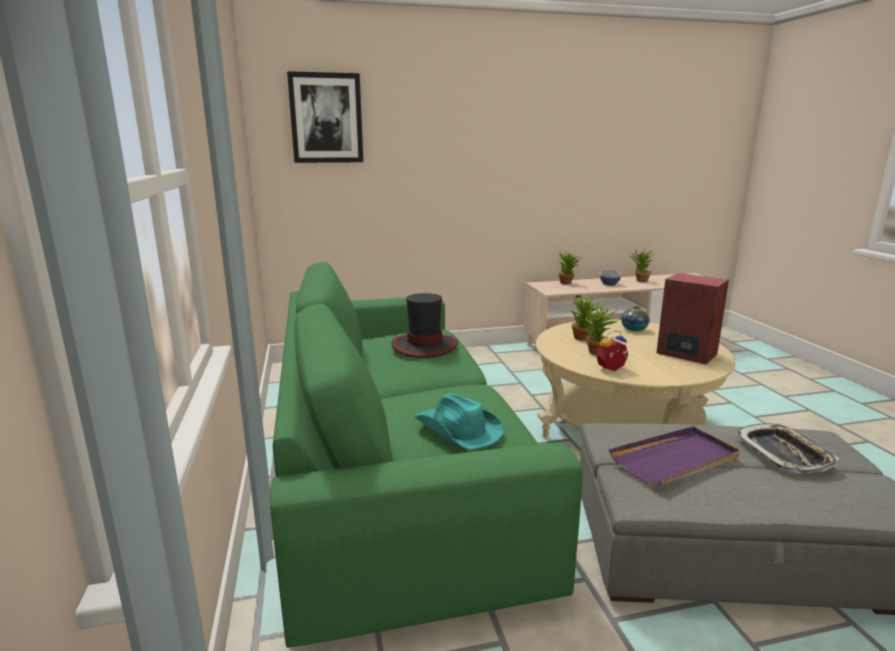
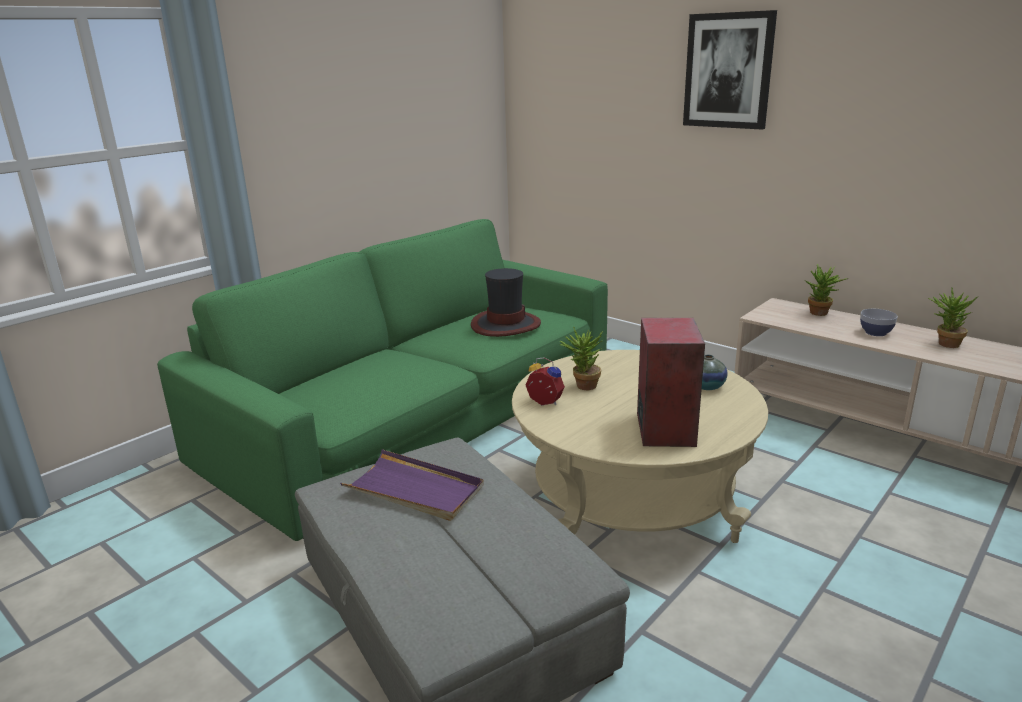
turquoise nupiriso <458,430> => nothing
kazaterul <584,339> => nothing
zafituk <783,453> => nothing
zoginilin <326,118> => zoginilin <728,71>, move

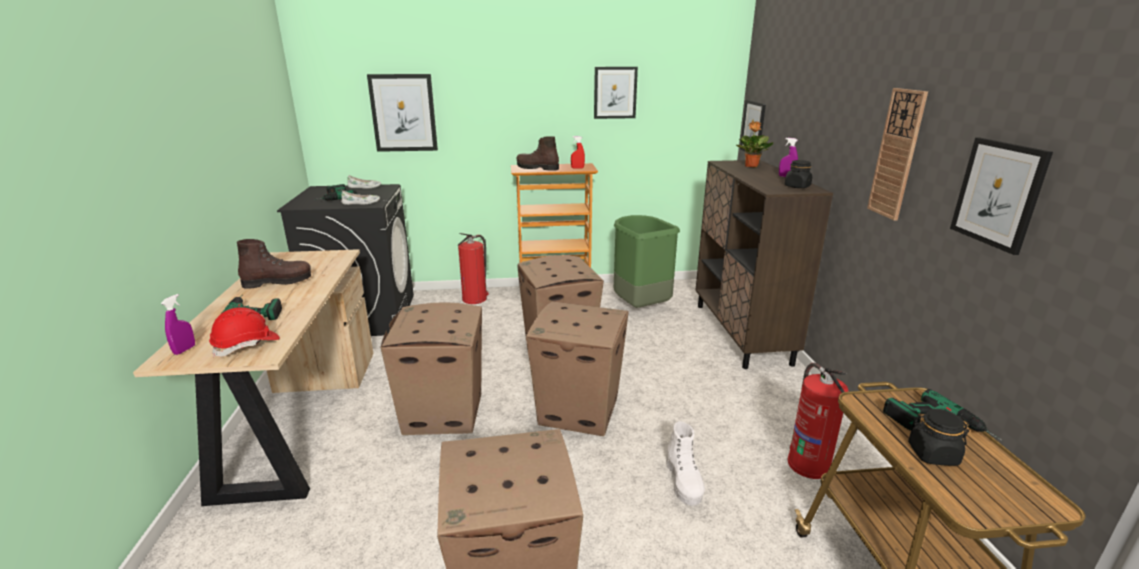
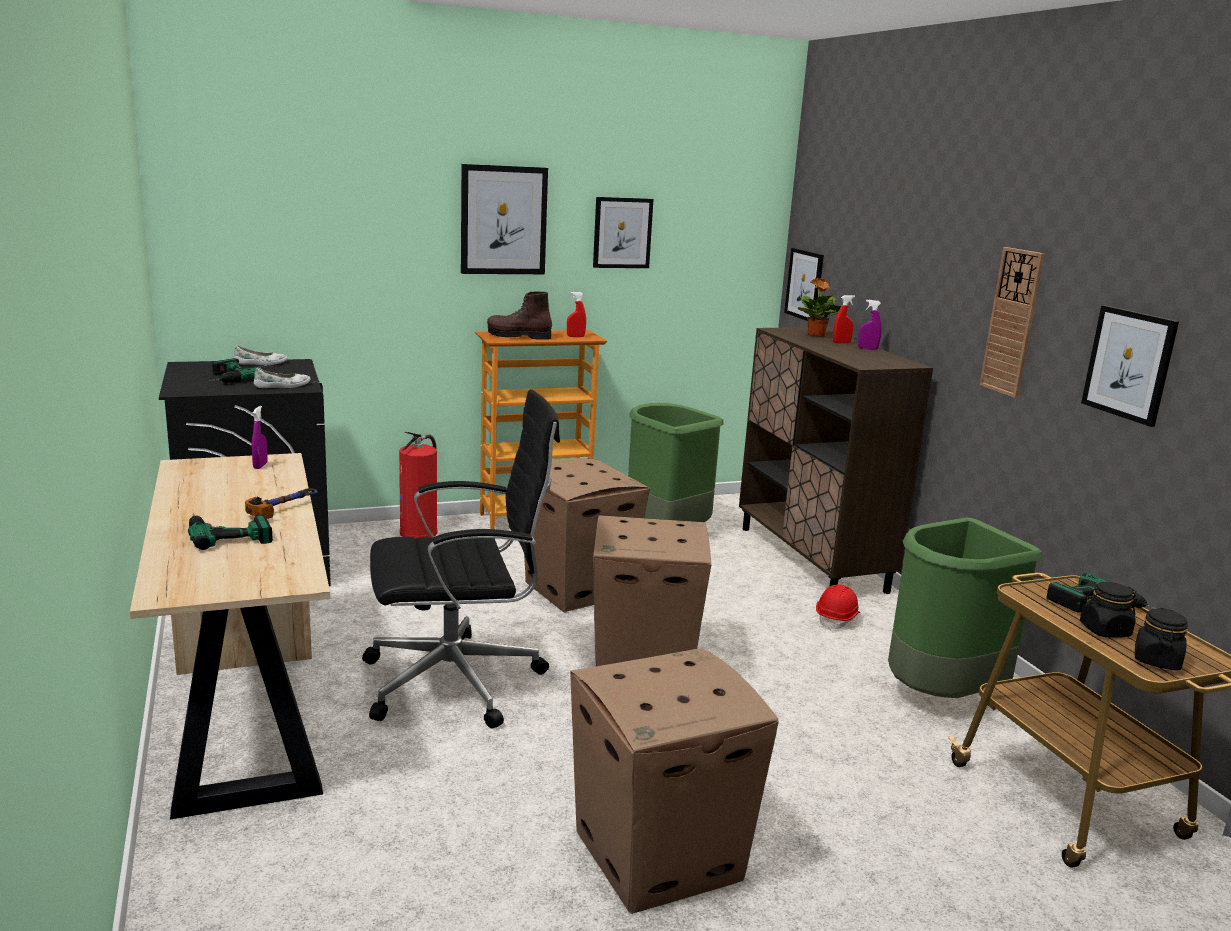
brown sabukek <278,281> => nothing
white sabukek <683,482> => nothing
nothing => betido <283,509>
nothing => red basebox <841,343>
purple basebox <184,350> => purple basebox <260,466>, move
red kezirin <247,345> => red kezirin <837,619>, move
zoginilin <403,113> => zoginilin <503,220>, move
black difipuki <797,186> => black difipuki <1156,660>, move
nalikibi <443,414> => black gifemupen <459,681>
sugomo <807,464> => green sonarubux <941,696>

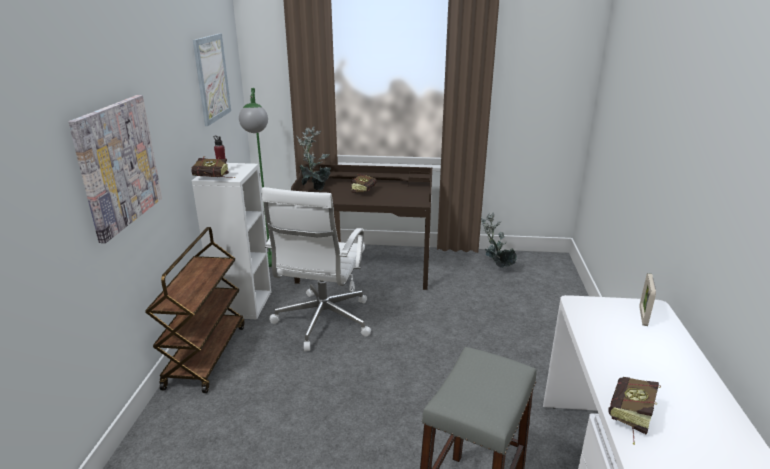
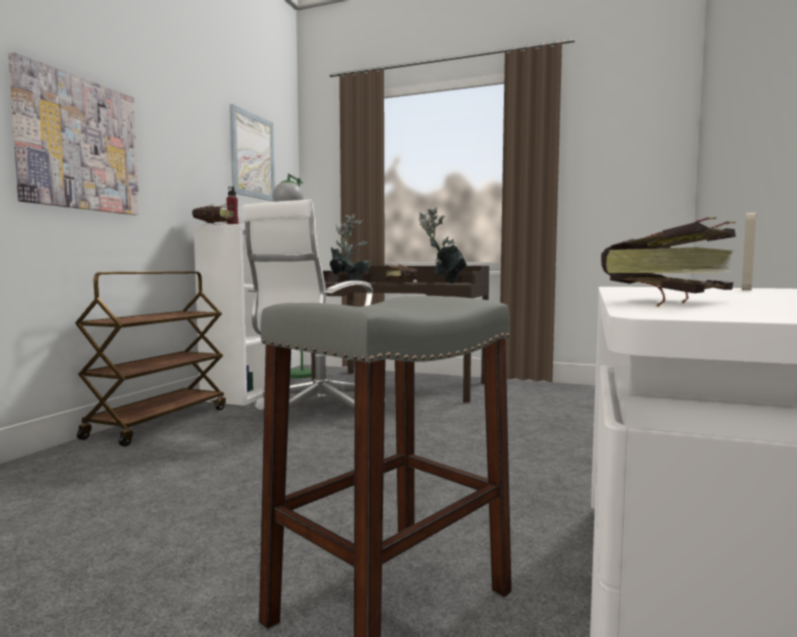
kazaterul <496,267> => kazaterul <443,283>, move

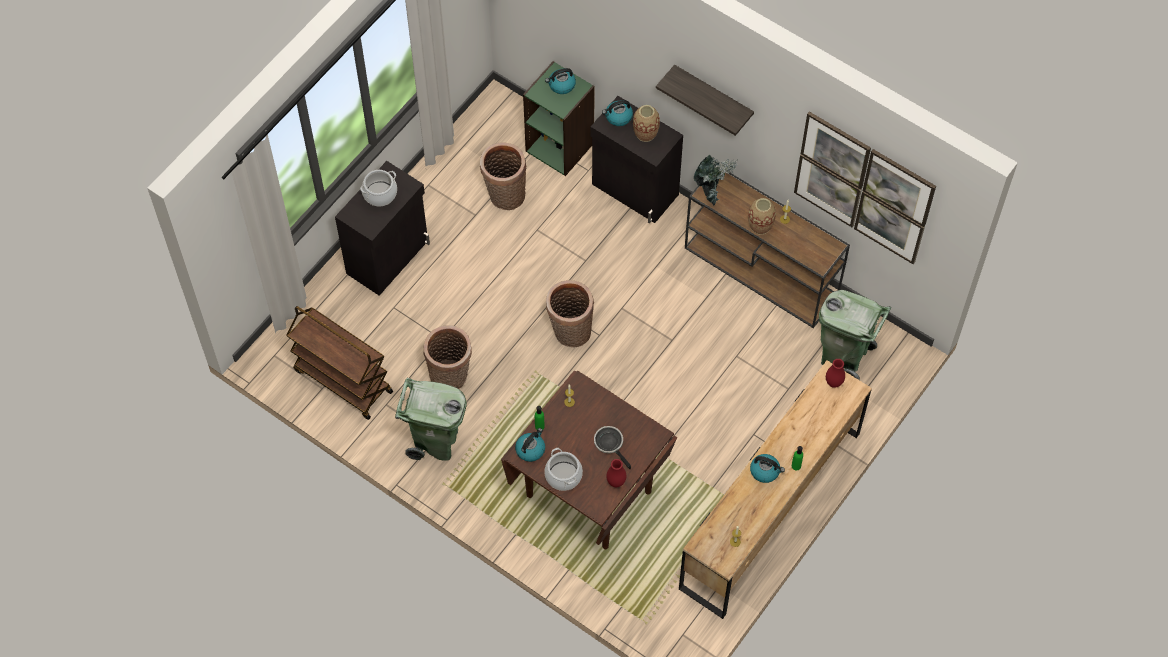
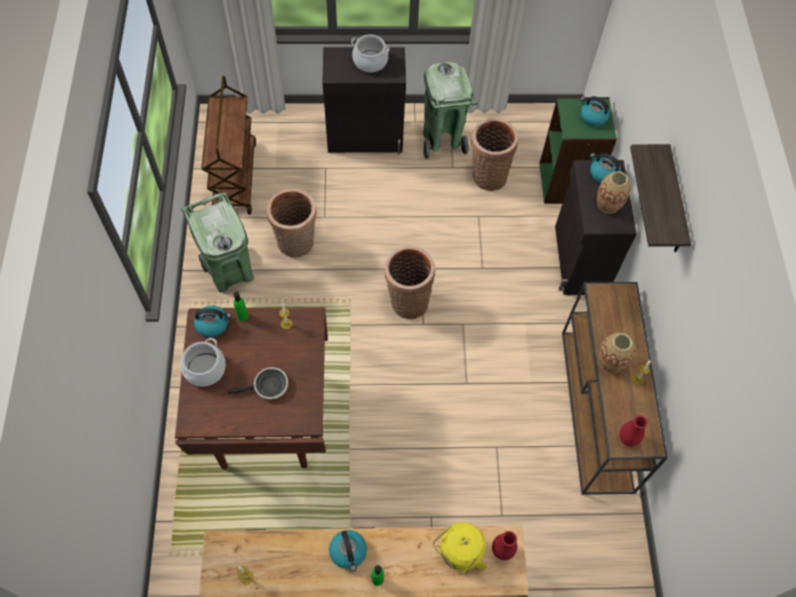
kazaterul <711,191> => nothing
zoginilin <863,187> => nothing
nothing => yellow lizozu <459,553>
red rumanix <616,482> => red rumanix <627,439>, move
green sonarubux <844,356> => green sonarubux <442,140>, move
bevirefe <610,444> => bevirefe <268,387>, 60 degrees clockwise

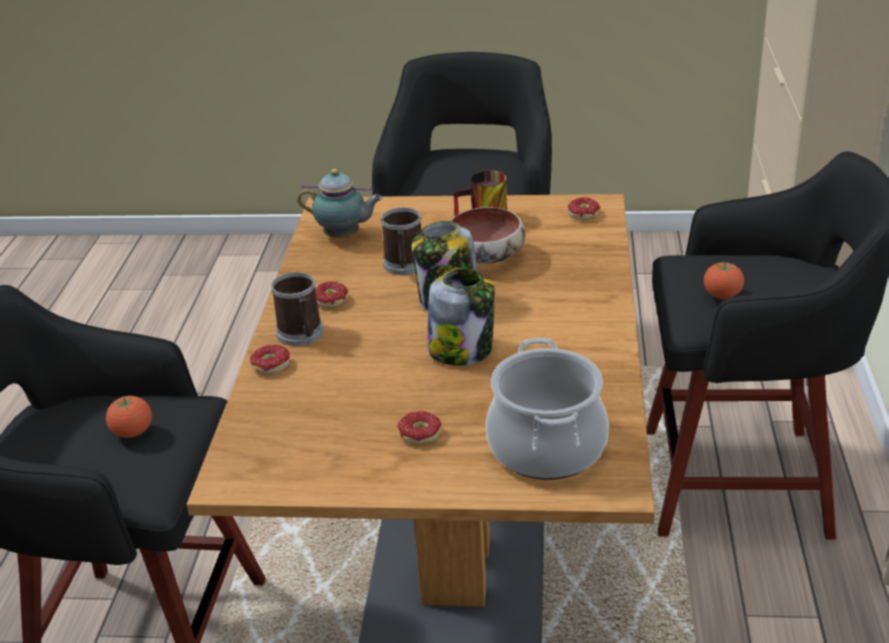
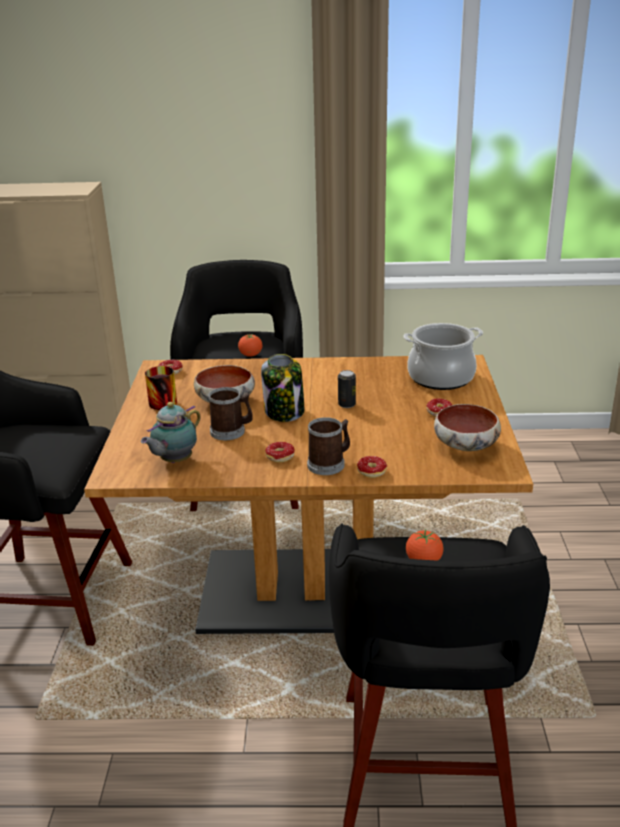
nothing => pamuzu <466,446>
difipuki <462,350> => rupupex <347,404>
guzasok <344,237> => guzasok <174,461>, 150 degrees counterclockwise

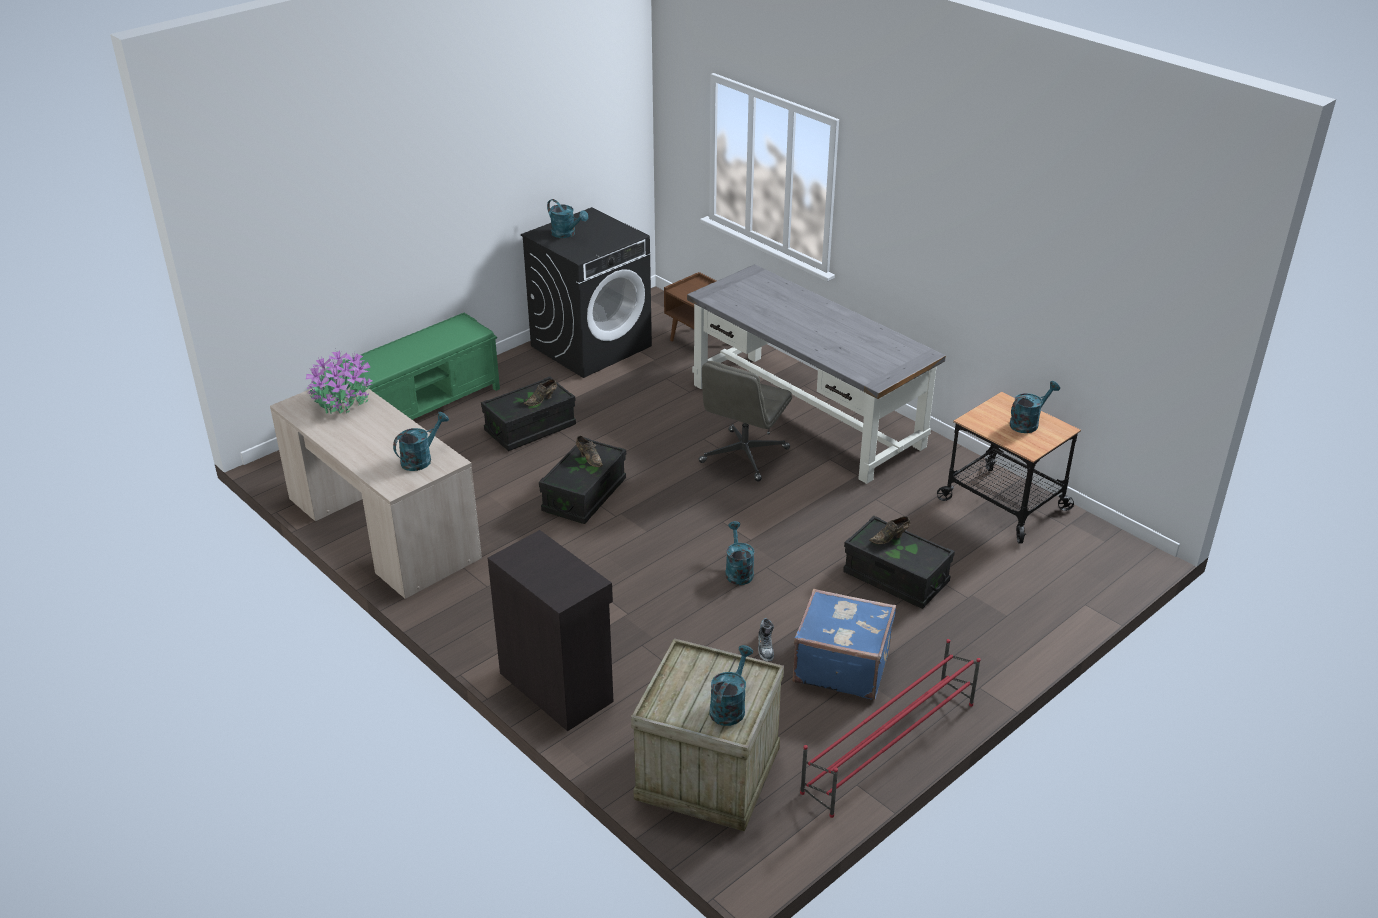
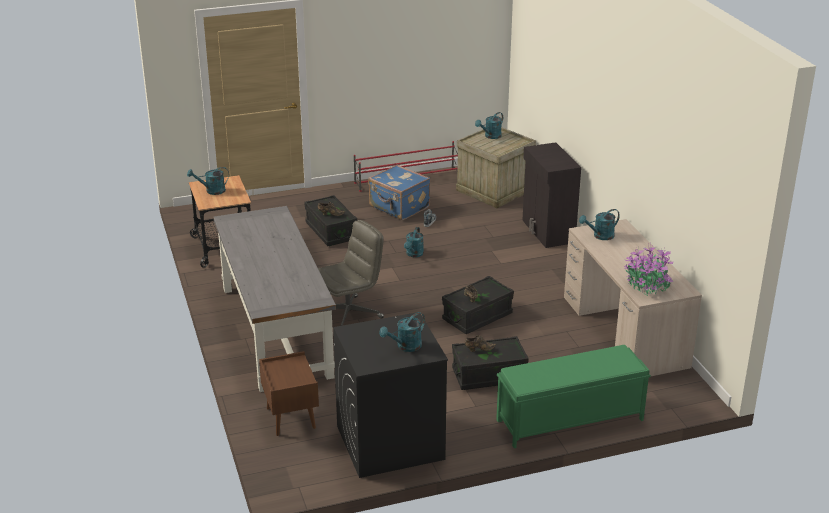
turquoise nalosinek <566,234> => turquoise nalosinek <405,347>, 105 degrees counterclockwise

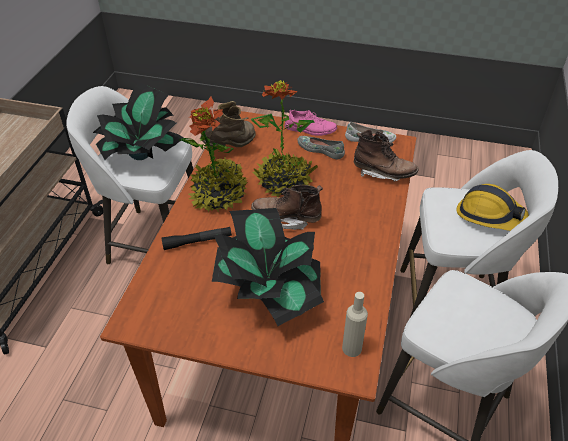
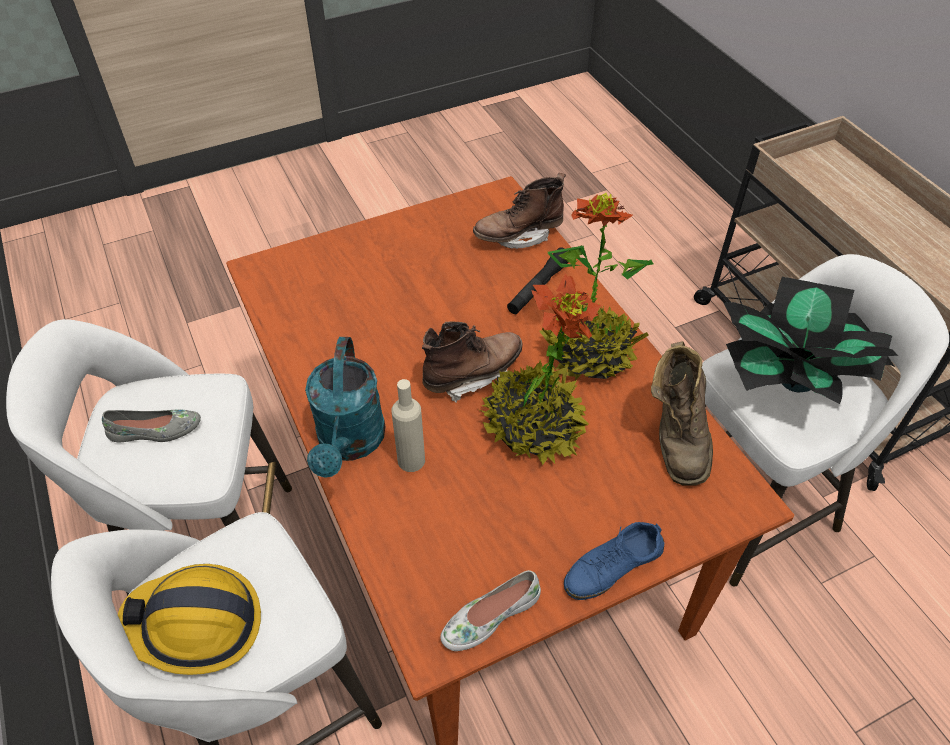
kazaterul <269,292> => nothing
nothing => turquoise nalosinek <349,443>
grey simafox <321,150> => grey simafox <155,431>, move
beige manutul <352,348> => beige manutul <411,460>, move
brown sabukek <383,173> => brown sabukek <518,236>, move
pink simafox <310,129> => blue simafox <613,566>

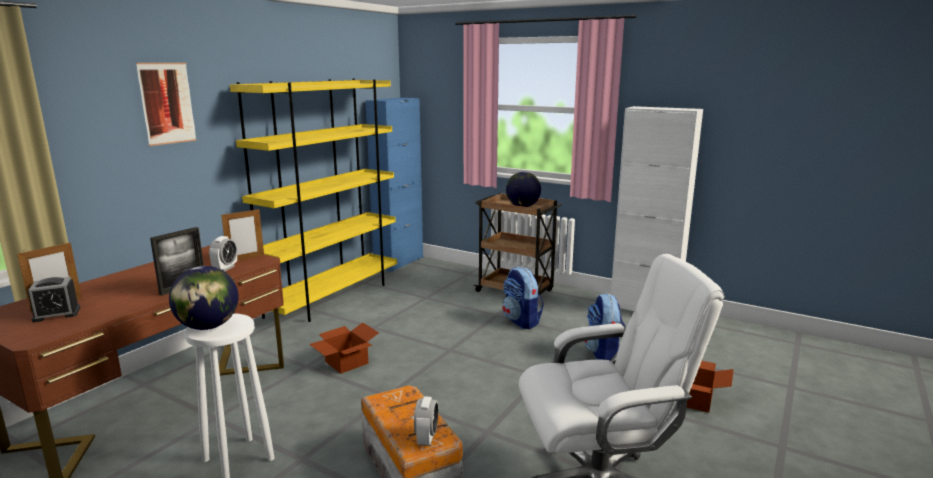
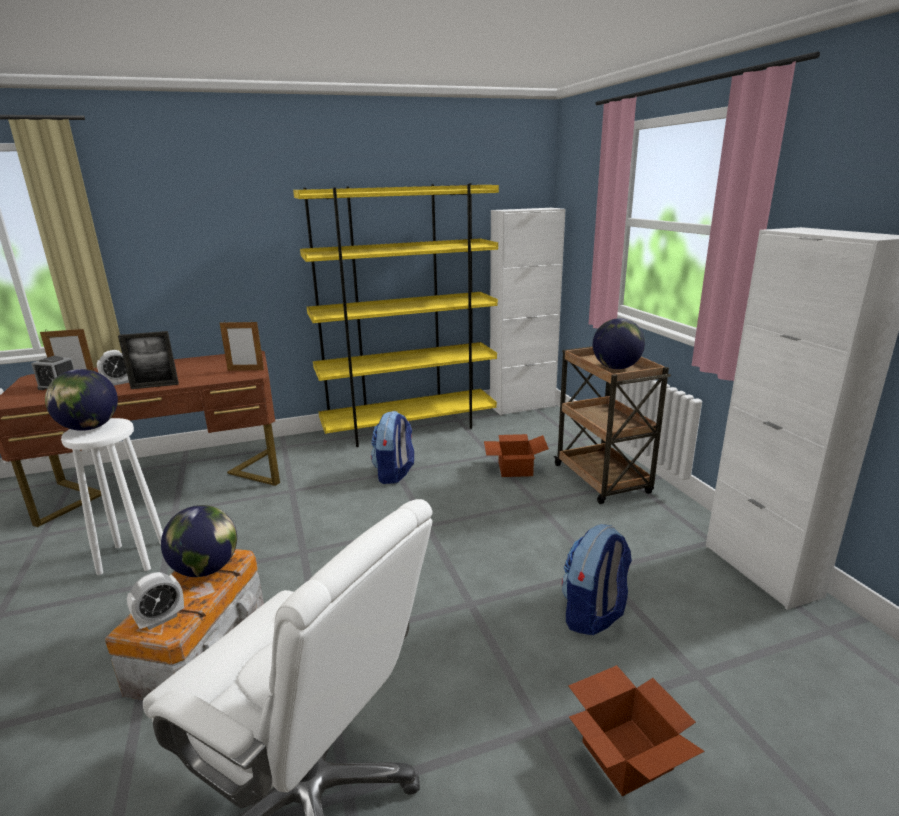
zoginilin <167,103> => nothing
nothing => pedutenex <206,569>
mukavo <225,268> => mukavo <119,383>, move
nalikibi <345,362> => nalikibi <514,468>, move
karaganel <521,321> => karaganel <394,474>, move
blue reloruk <399,262> => white reloruk <522,406>

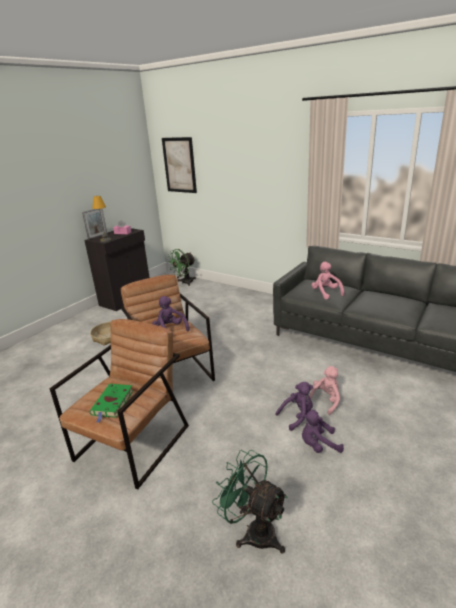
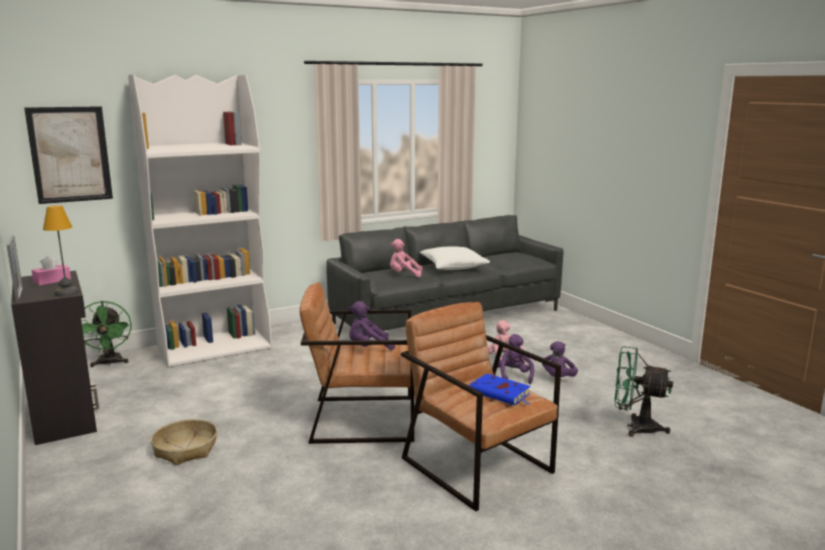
nothing => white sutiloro <215,347>
nothing => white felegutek <453,267>
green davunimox <112,403> => blue davunimox <501,393>
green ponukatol <254,531> => green ponukatol <635,427>, 45 degrees clockwise

